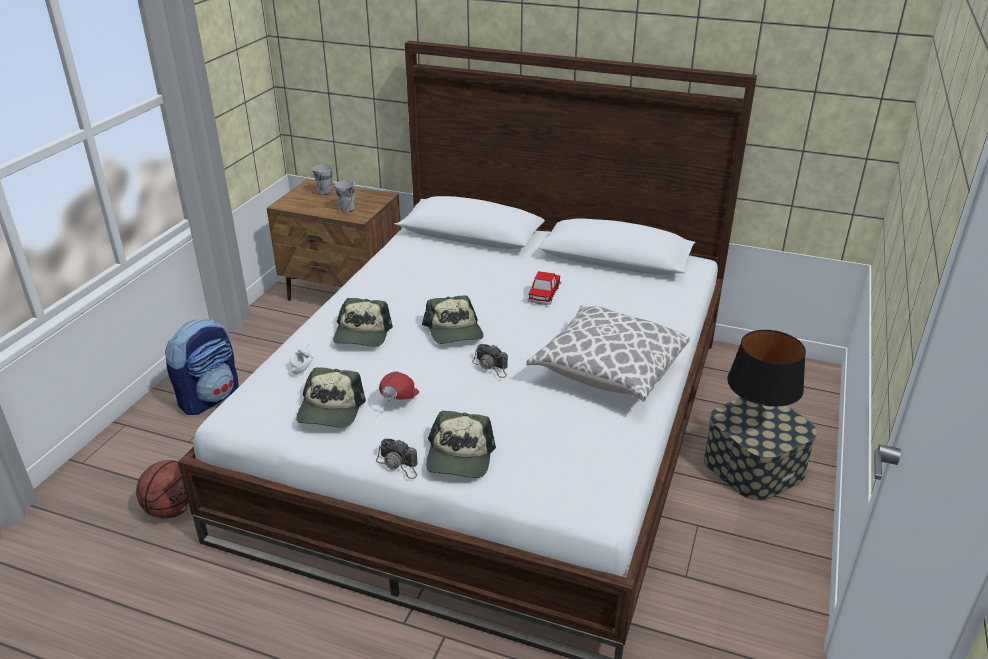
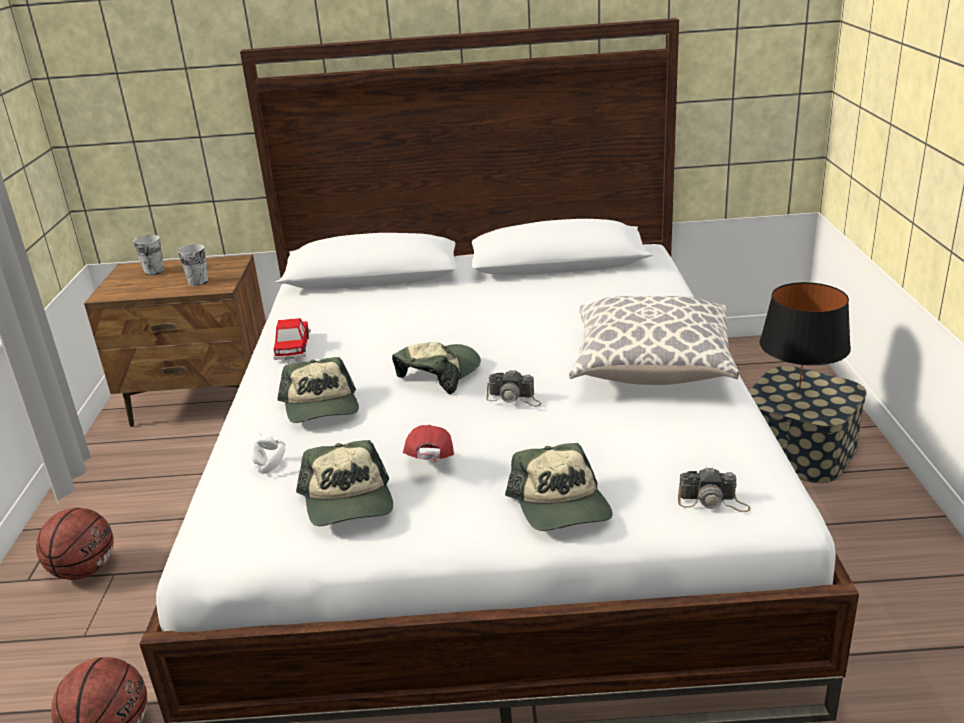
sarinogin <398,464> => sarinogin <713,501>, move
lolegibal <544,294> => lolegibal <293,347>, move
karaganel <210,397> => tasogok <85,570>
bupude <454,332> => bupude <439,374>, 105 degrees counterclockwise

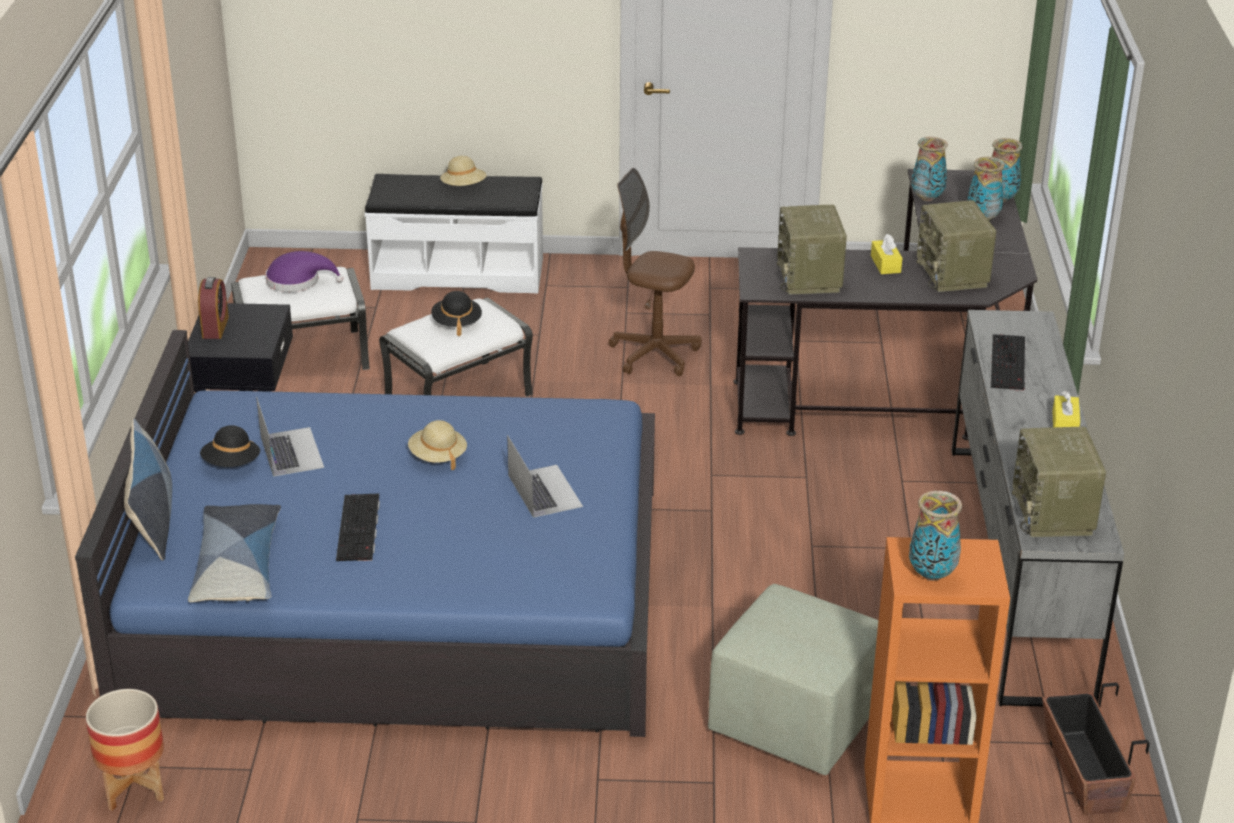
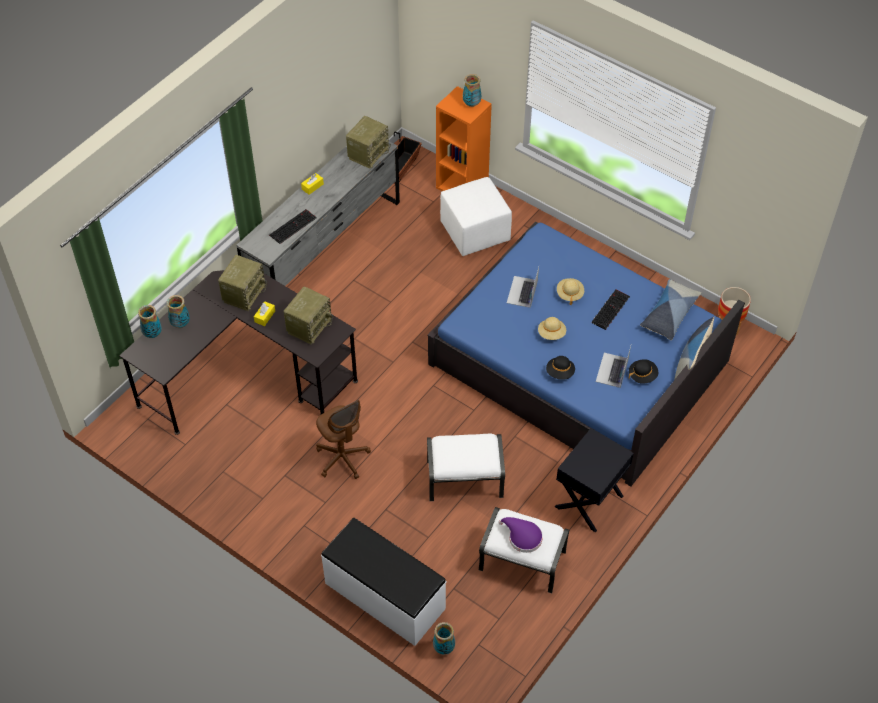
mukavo <215,327> => nothing
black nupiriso <456,323> => black nupiriso <560,373>, move
beige nupiriso <463,187> => beige nupiriso <569,294>, move
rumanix <927,198> => rumanix <444,648>, move
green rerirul <792,721> => white rerirul <475,232>

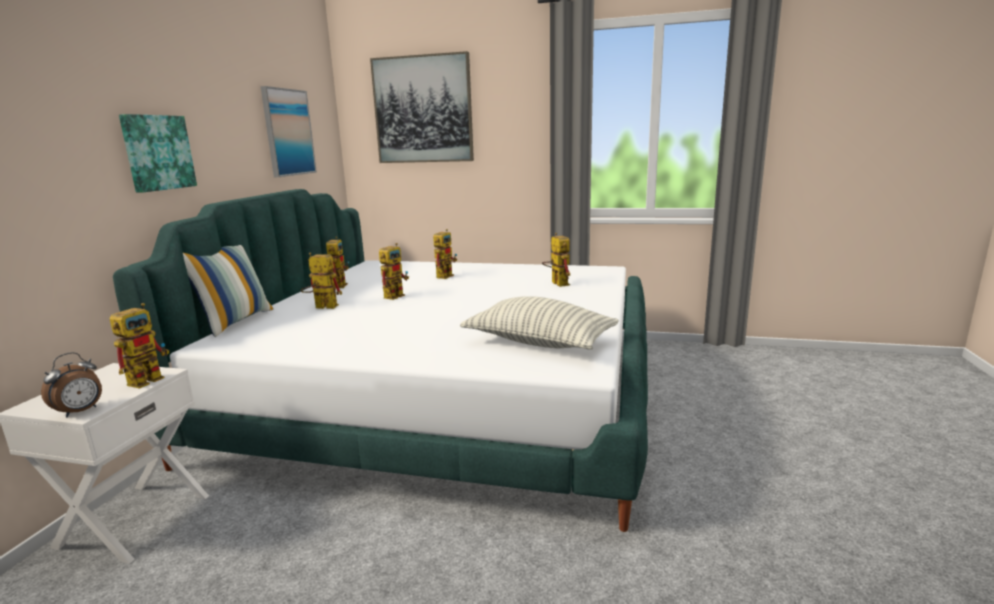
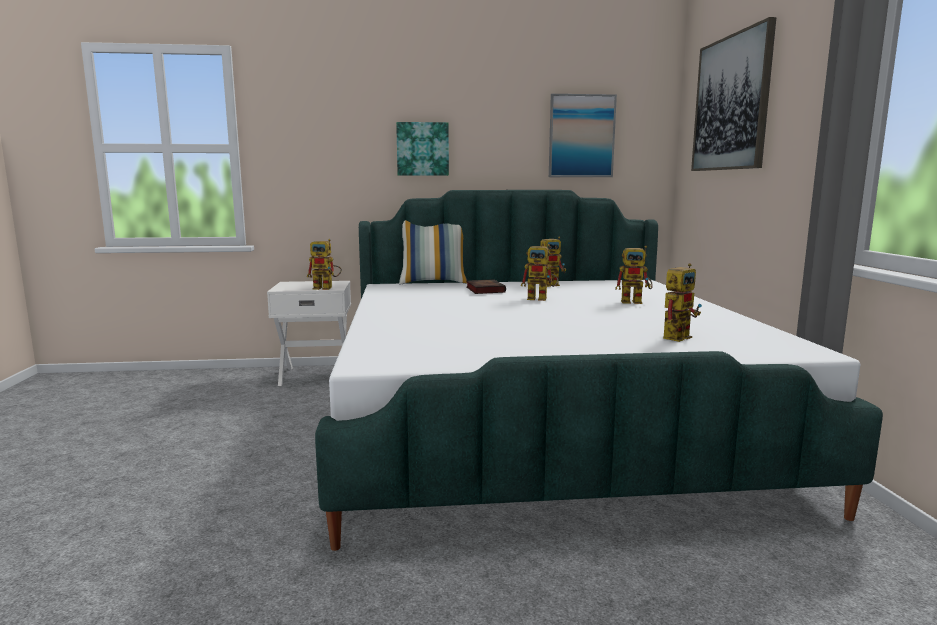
mukavo <81,411> => nothing
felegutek <539,342> => nothing
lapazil <321,307> => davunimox <484,290>

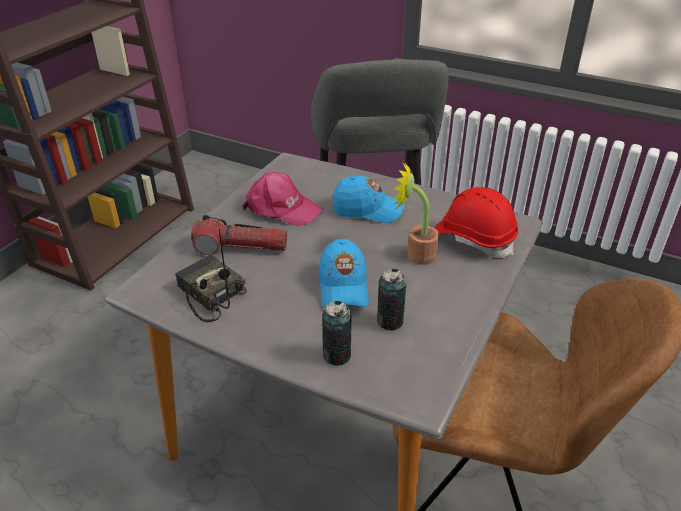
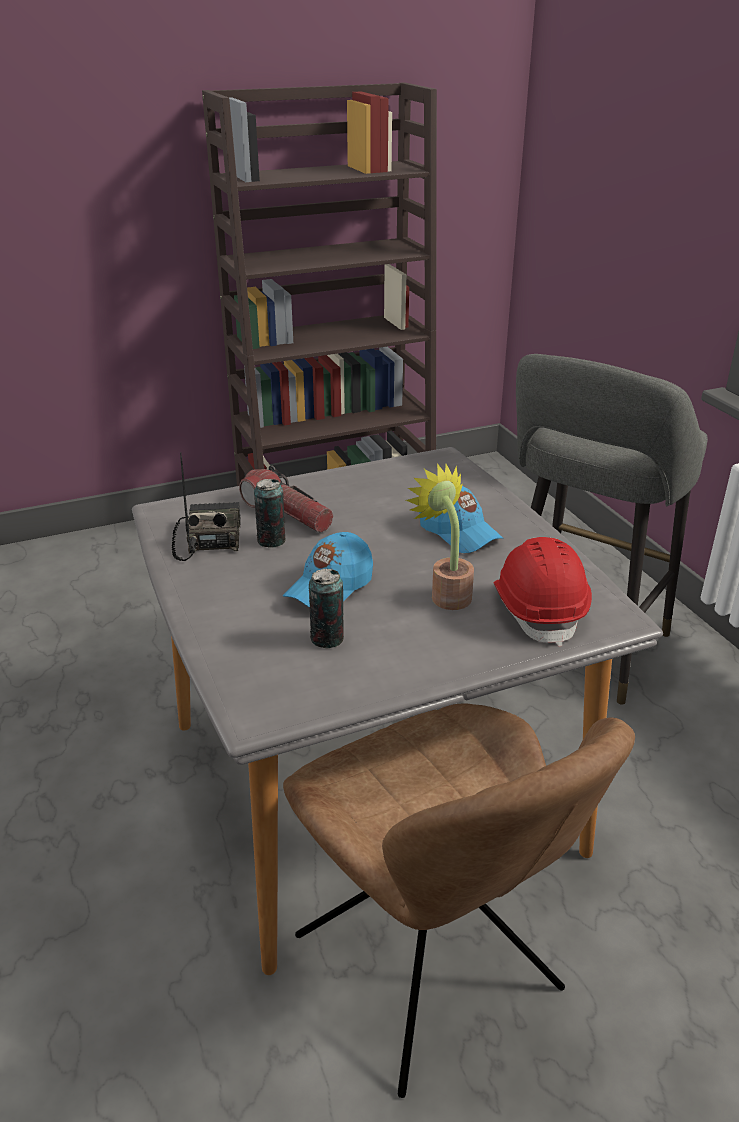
pink bupude <281,208> => nothing
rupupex <337,355> => rupupex <271,541>, move

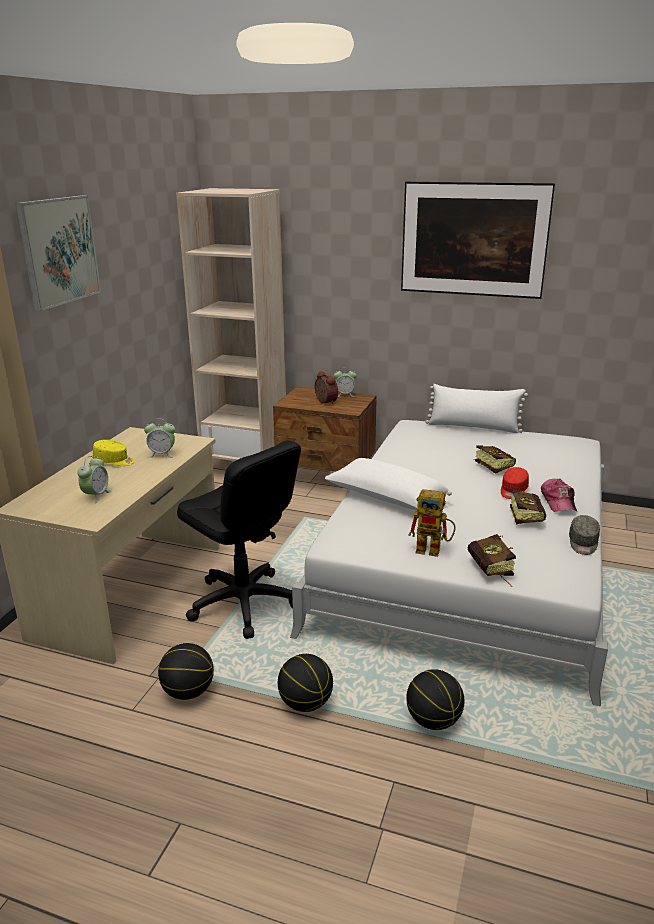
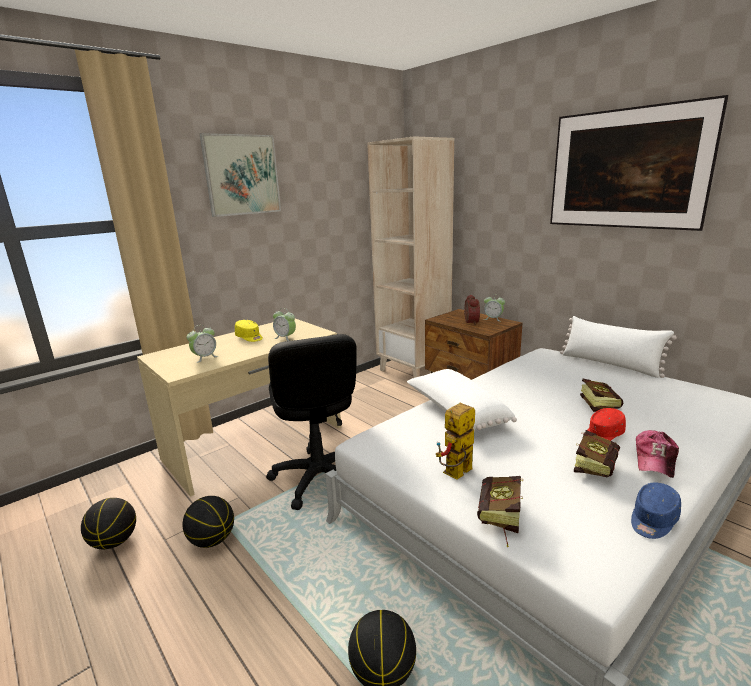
tasogok <306,703> => tasogok <115,542>, move
grey bupude <583,543> => blue bupude <653,520>
lapazil <434,550> => lapazil <456,475>, 90 degrees clockwise

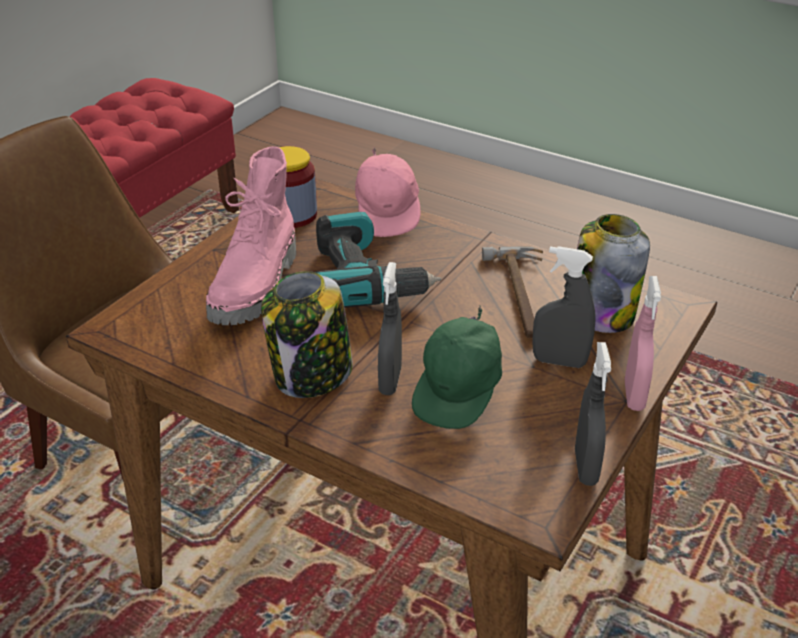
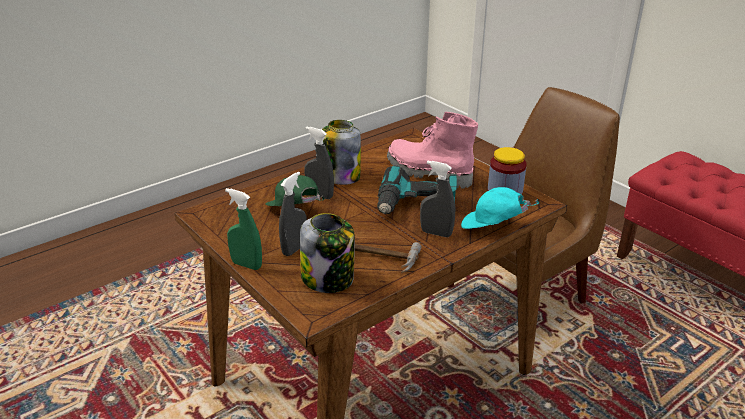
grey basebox <585,467> => grey basebox <436,233>, move
pink bupude <388,214> => turquoise bupude <493,227>
pink basebox <634,396> => green basebox <246,265>

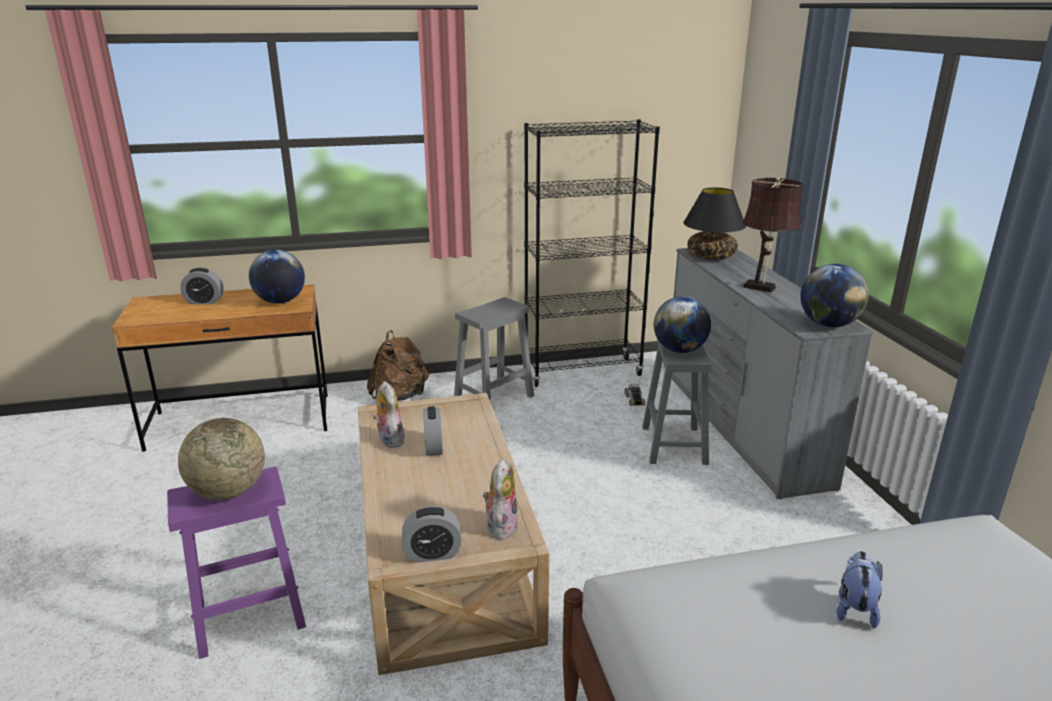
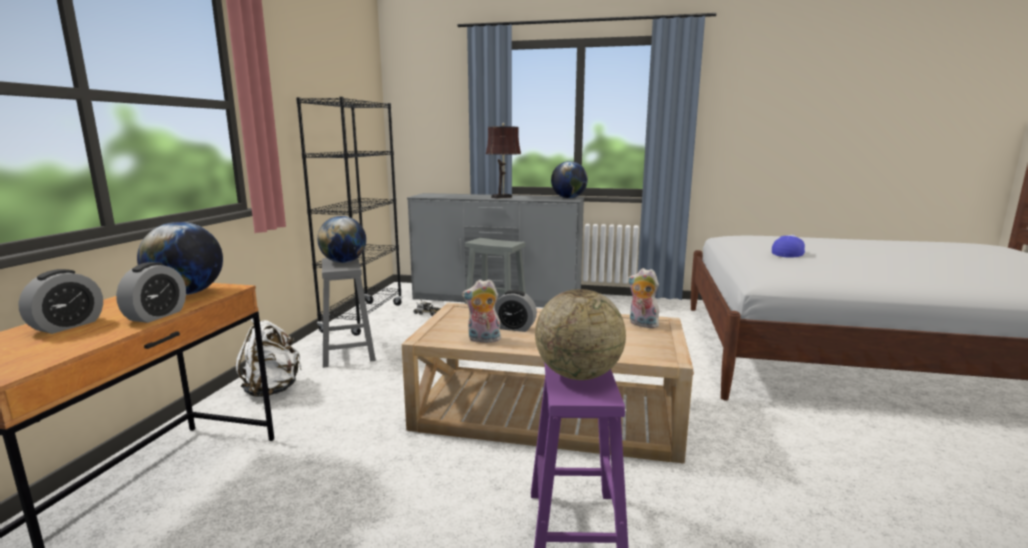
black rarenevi <711,256> => nothing
mukavo <432,554> => mukavo <156,316>, move
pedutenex <679,350> => pedutenex <344,262>, move
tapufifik <855,608> => bupude <789,253>
brown karaganel <400,397> => white karaganel <272,390>

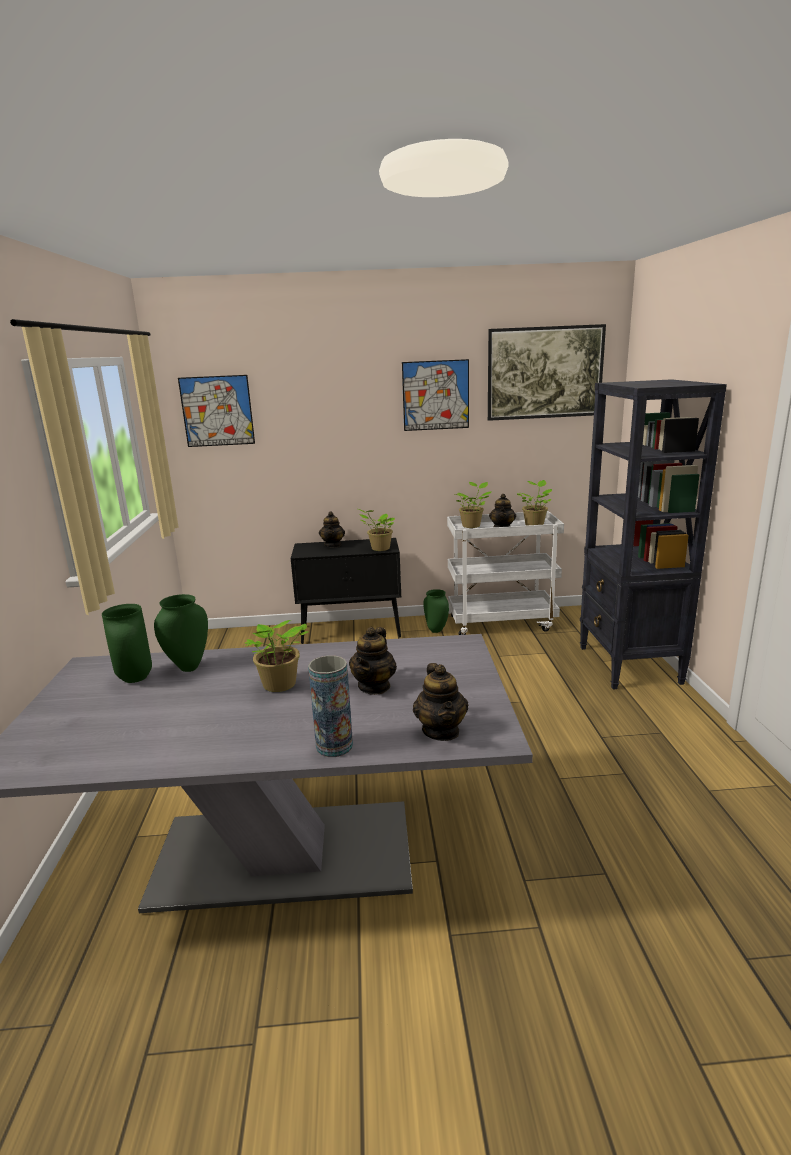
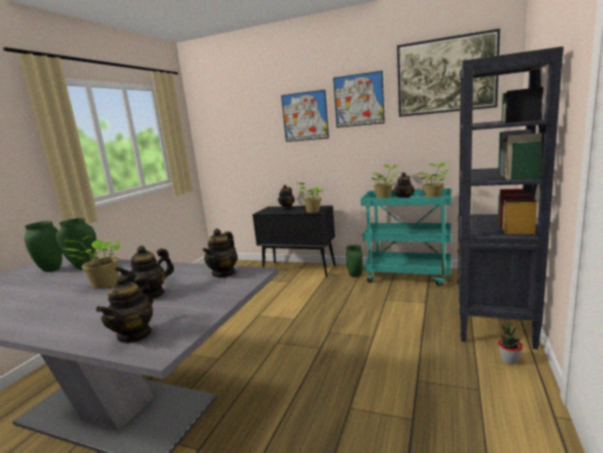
rumanix <334,746> => nothing
nothing => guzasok <224,273>
nothing => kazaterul <509,360>
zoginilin <217,411> => zoginilin <305,116>, move
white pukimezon <502,623> => turquoise pukimezon <408,276>

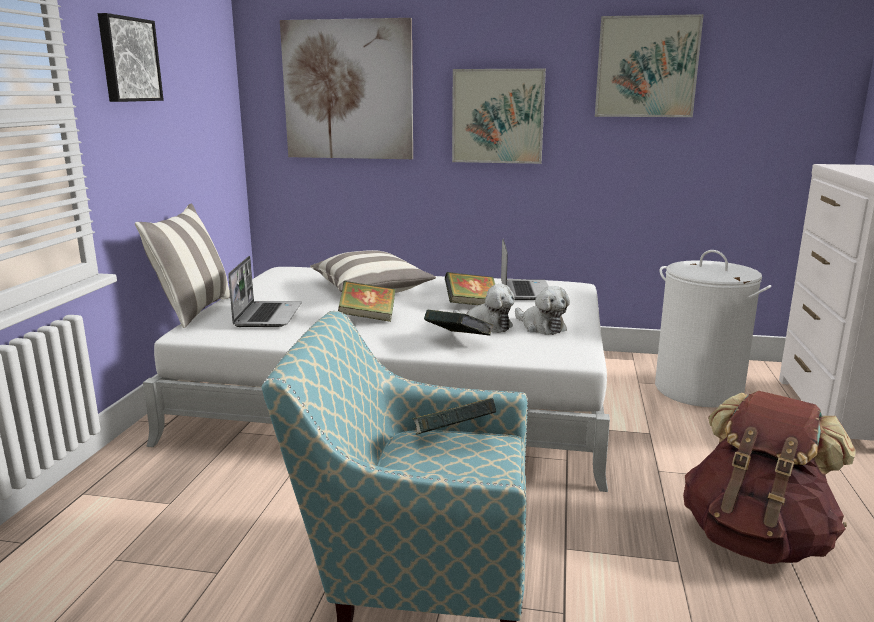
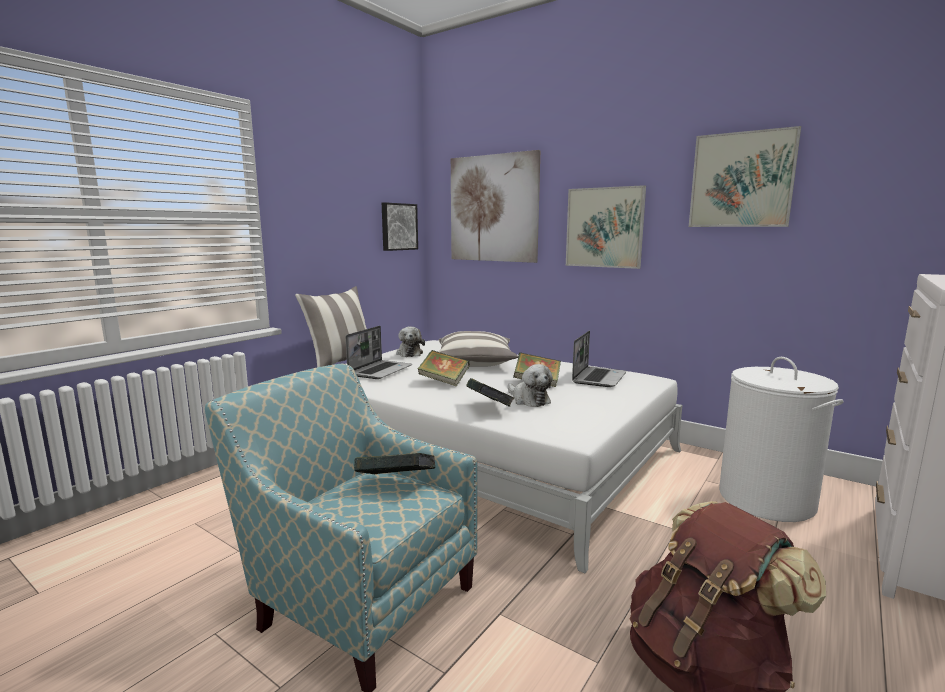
zoginilin <128,59> => zoginilin <398,227>, move
tapufifik <541,327> => tapufifik <409,353>, move

